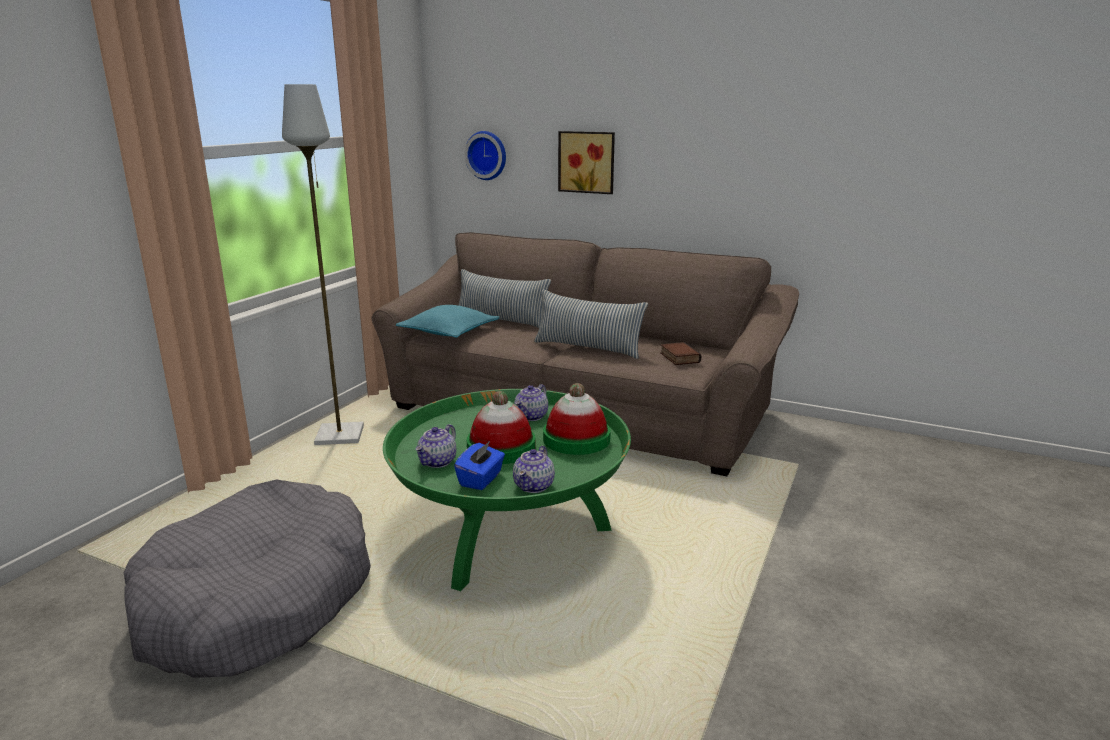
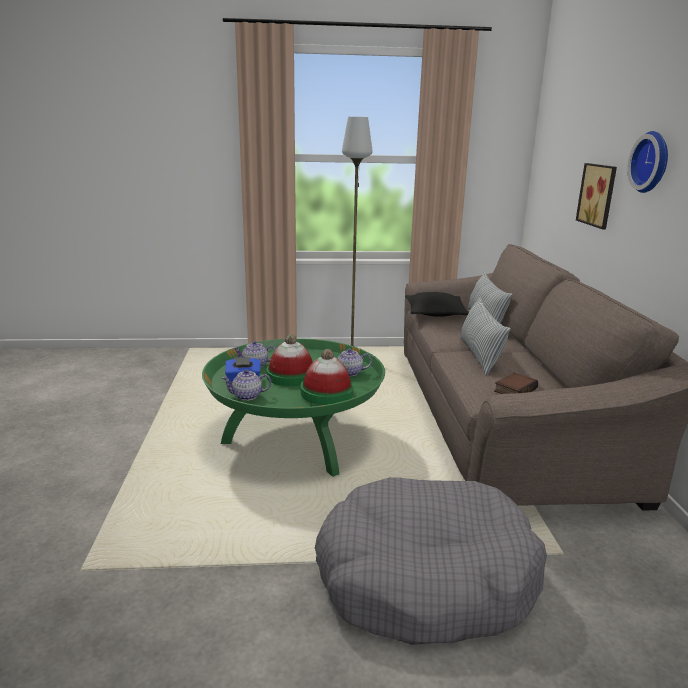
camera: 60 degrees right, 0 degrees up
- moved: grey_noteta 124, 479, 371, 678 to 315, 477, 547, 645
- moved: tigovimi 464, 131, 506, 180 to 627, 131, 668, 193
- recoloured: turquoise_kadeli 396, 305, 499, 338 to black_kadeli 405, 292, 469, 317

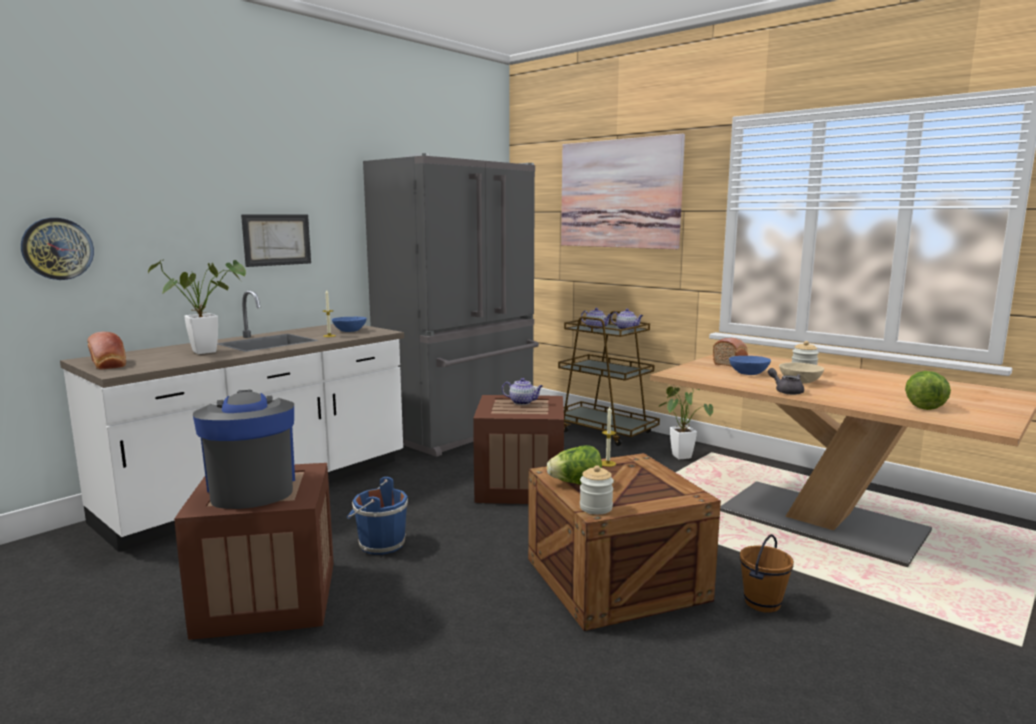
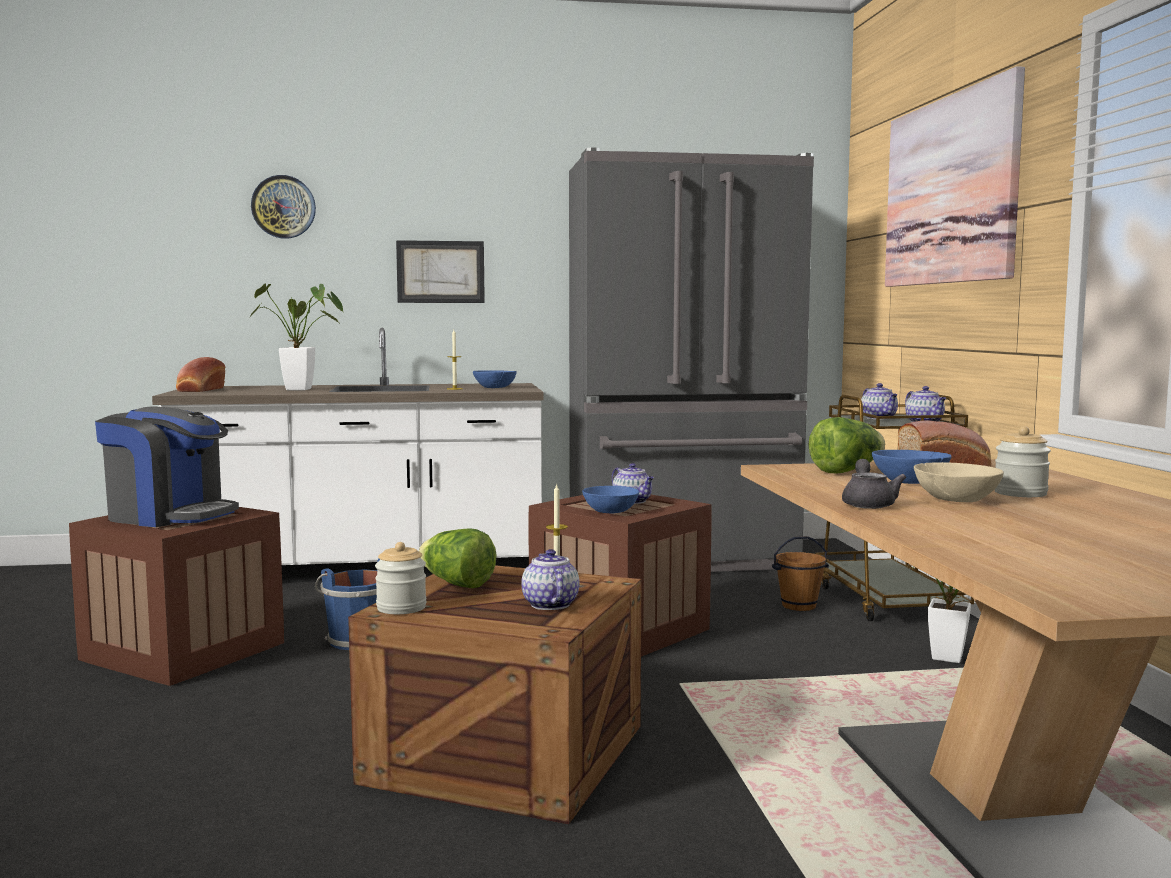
camera: 40 degrees right, 5 degrees down
- added: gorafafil 521, 549, 580, 610
- added: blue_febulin 582, 486, 639, 513
- moved: tigovimi 21, 218, 94, 280 to 251, 175, 316, 239
- moved: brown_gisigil 740, 534, 794, 613 to 772, 536, 829, 611
- moved: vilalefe 905, 371, 951, 410 to 808, 417, 885, 473
- turned: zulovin 193, 390, 295, 509 = 95, 407, 239, 527 90 degrees clockwise

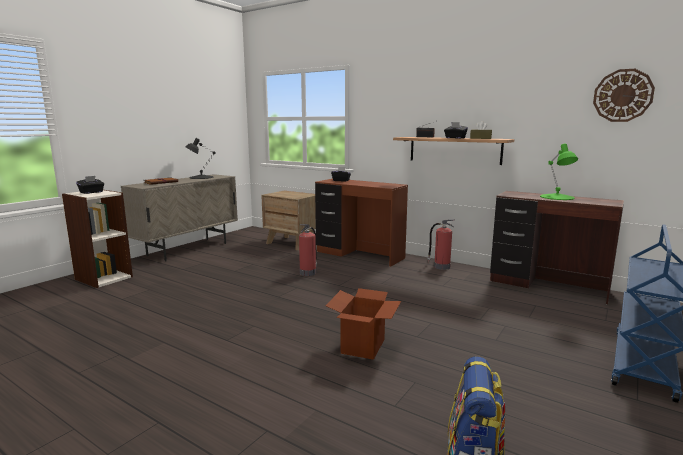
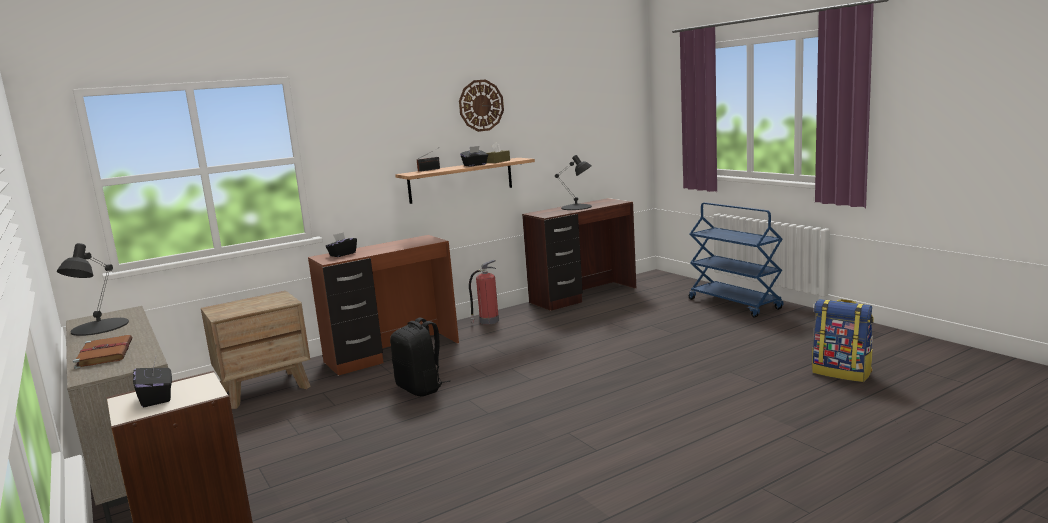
camera: 65 degrees left, 0 degrees up
- removed: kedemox 325, 288, 401, 360
- moved: tigovimi 593, 69, 655, 122 to 459, 80, 504, 132
- replaced: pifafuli 299, 224, 317, 276 to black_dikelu 390, 318, 451, 396
- recoloured: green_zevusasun 540, 143, 578, 200 to black_zevusasun 555, 155, 592, 210

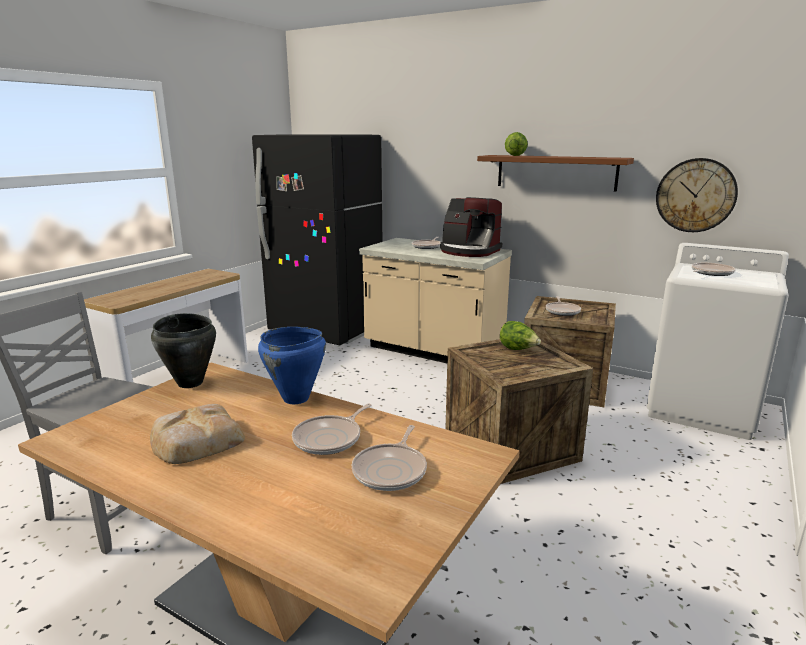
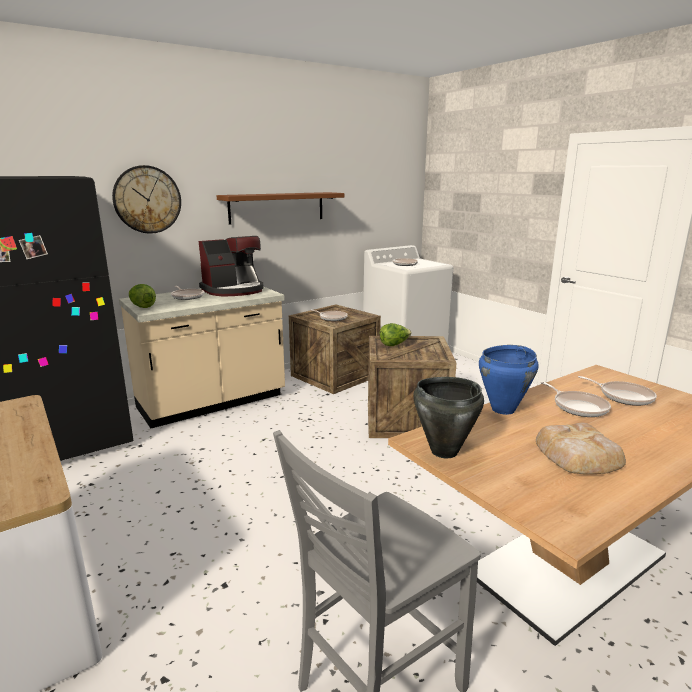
camera: 65 degrees left, 0 degrees up
- moved: vilalefe 505, 132, 528, 156 to 129, 284, 156, 308
- moved: tigovimi 656, 158, 738, 232 to 112, 165, 181, 234

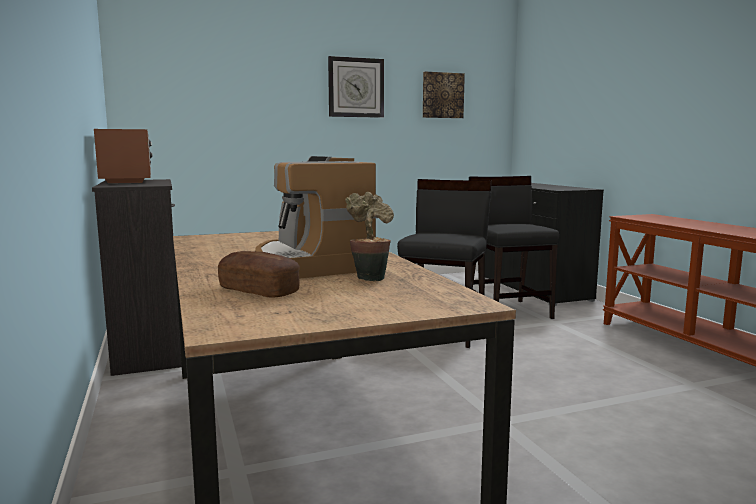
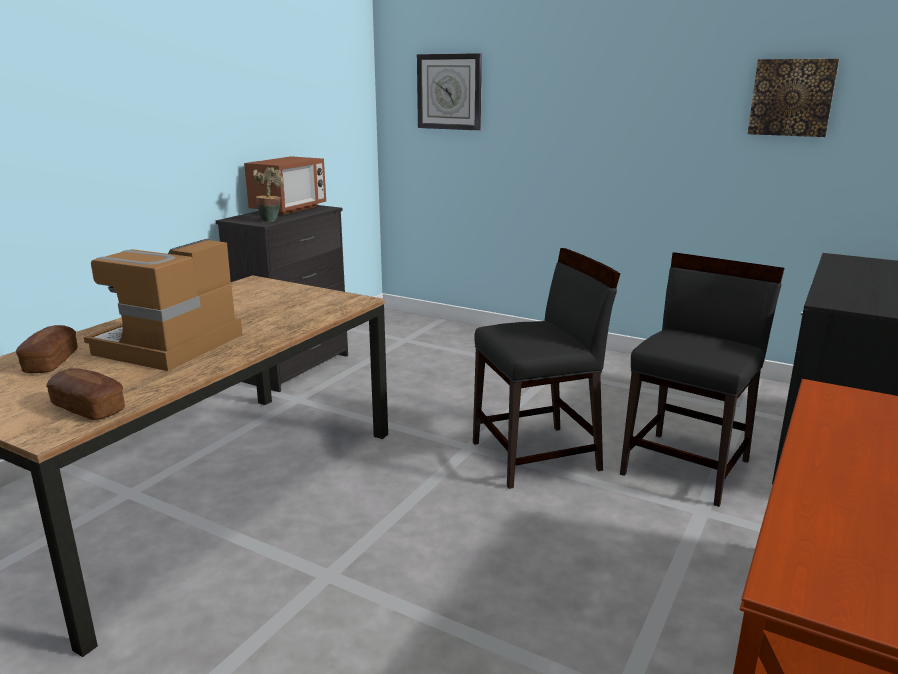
camera: 50 degrees right, 10 degrees up
- added: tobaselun 46, 368, 125, 420
- moved: tigovimi 328, 56, 384, 118 to 417, 53, 482, 131
- moved: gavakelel 345, 192, 394, 281 to 253, 167, 284, 222

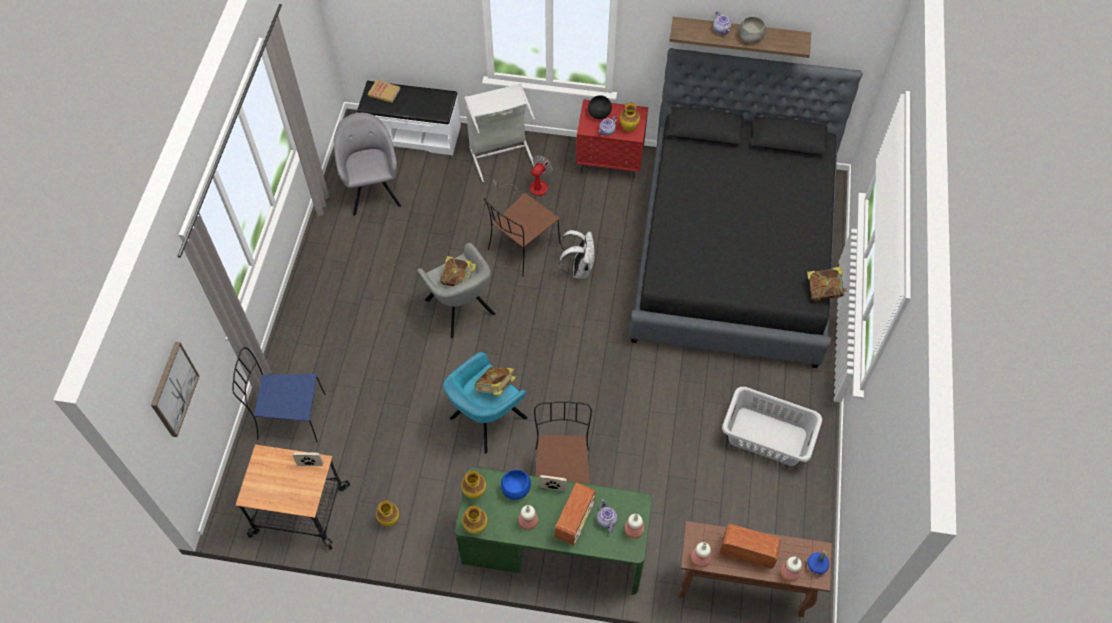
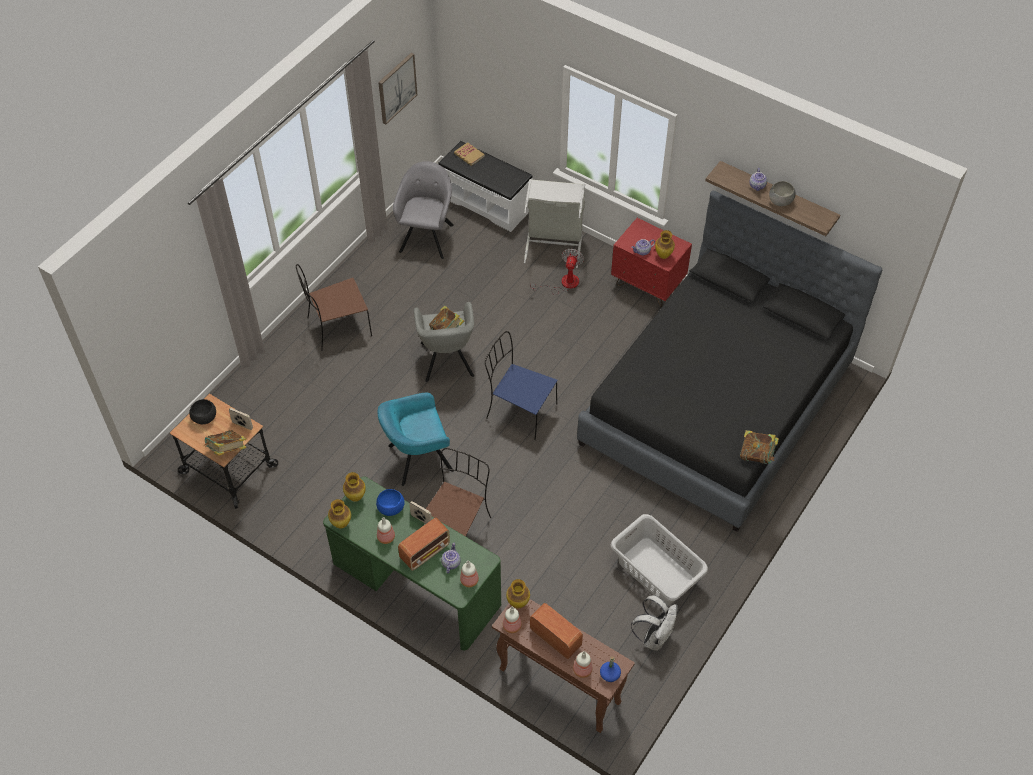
camera: 25 degrees right, 5 degrees down
- moved: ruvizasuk 151, 342, 200, 437 to 378, 53, 417, 124
- moved: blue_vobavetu 232, 347, 326, 442 to 485, 331, 557, 440
- moved: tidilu 376, 501, 399, 526 to 506, 579, 530, 609
- moved: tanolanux 474, 367, 516, 396 to 204, 430, 246, 456
- moved: brown_vobavetu 484, 193, 560, 276 to 296, 264, 372, 351
- moved: white_dikelu 559, 230, 595, 279 to 631, 595, 678, 651
- moved: black_febulin 588, 95, 612, 119 to 189, 399, 216, 424
- turned: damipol 493, 155, 553, 197 = 531, 248, 584, 295 45 degrees counterclockwise

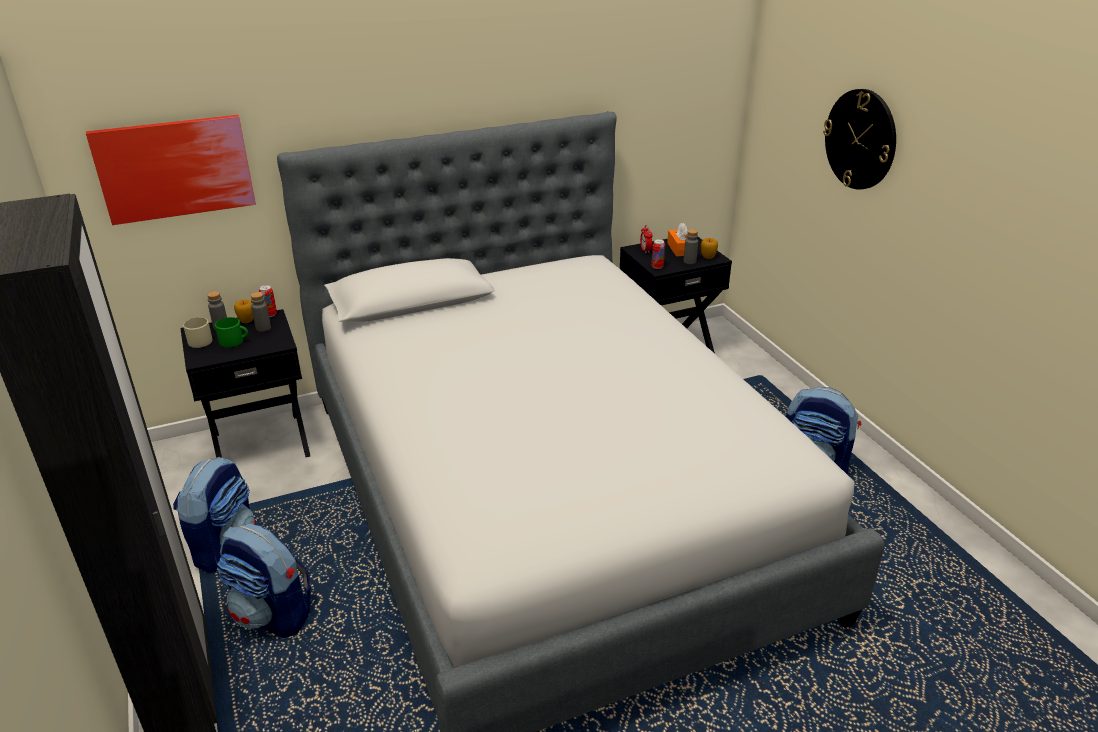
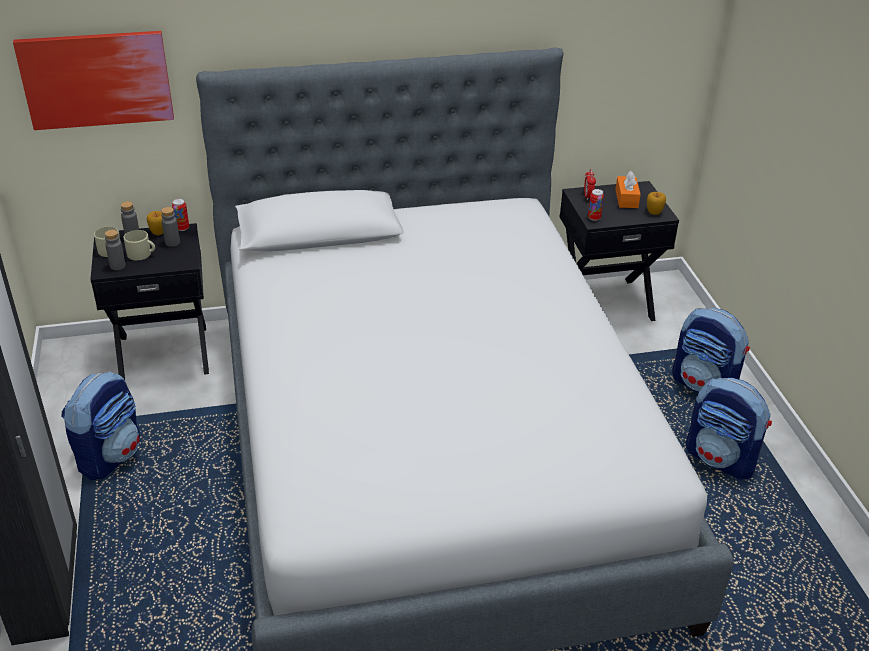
camera: 10 degrees right, 5 degrees up
- removed: tigovimi 823, 89, 896, 190
- moved: dikelu 217, 523, 311, 638 to 672, 308, 750, 393
- moved: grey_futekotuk 683, 229, 698, 264 to 105, 230, 126, 270
- recoloured: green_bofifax 215, 317, 248, 348 to beige_bofifax 123, 230, 155, 260

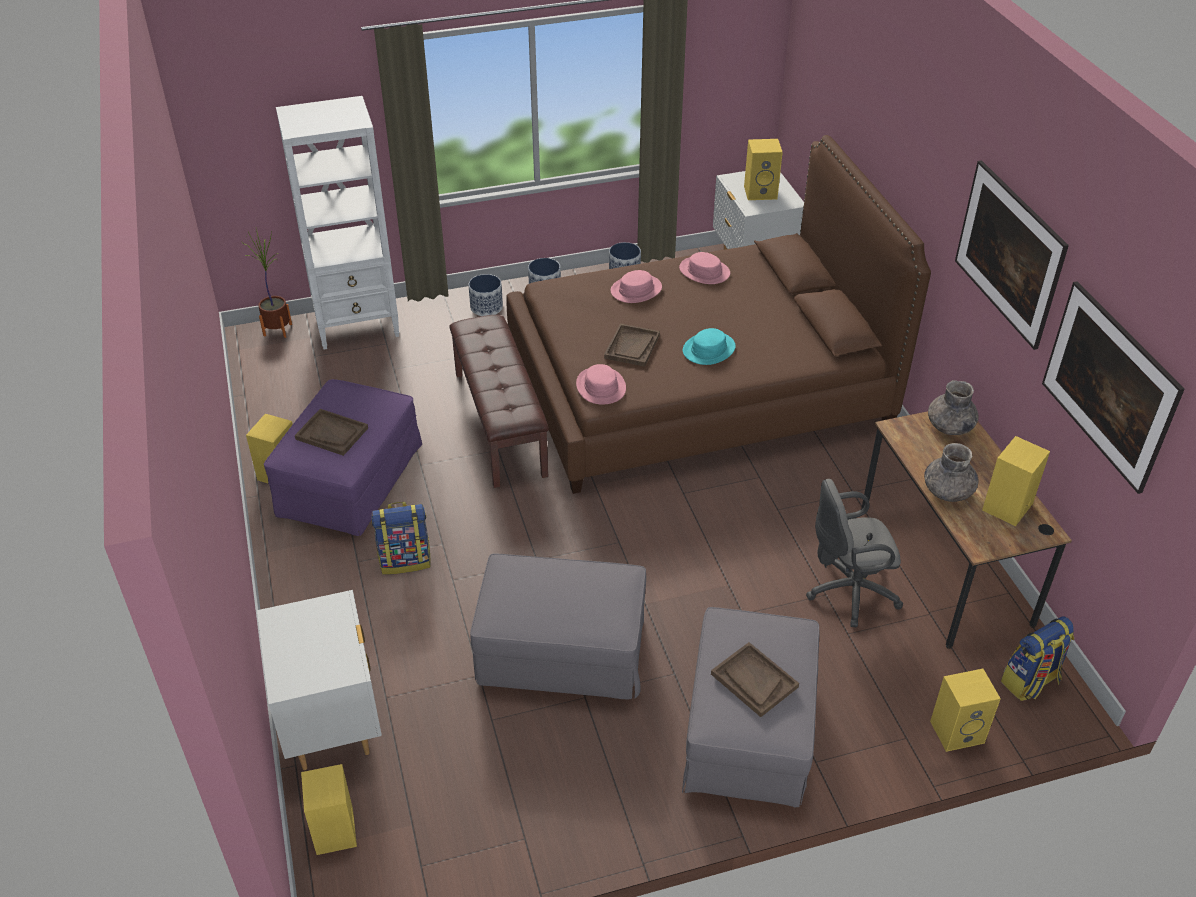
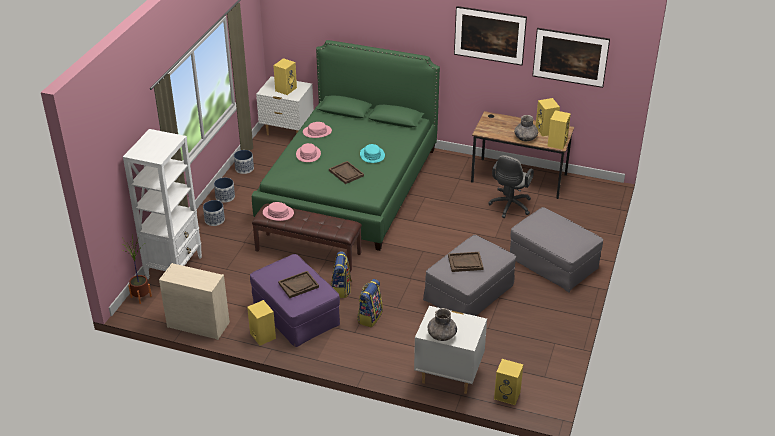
camera: 55 degrees left, 5 degrees down
- added: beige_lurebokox 159, 263, 230, 340
- moved: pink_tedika 576, 364, 626, 404 to 263, 202, 294, 221
- moved: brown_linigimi 711, 642, 799, 717 to 448, 252, 484, 272
- moved: grey_tidilu 928, 380, 978, 435 to 428, 308, 457, 341
- moved: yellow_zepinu 930, 669, 1001, 752 to 547, 110, 571, 150
- moved: dikelu 1001, 616, 1074, 701 to 331, 251, 352, 298
- recoloured: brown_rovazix 506, 135, 931, 494 to green_rovazix 252, 40, 440, 251

